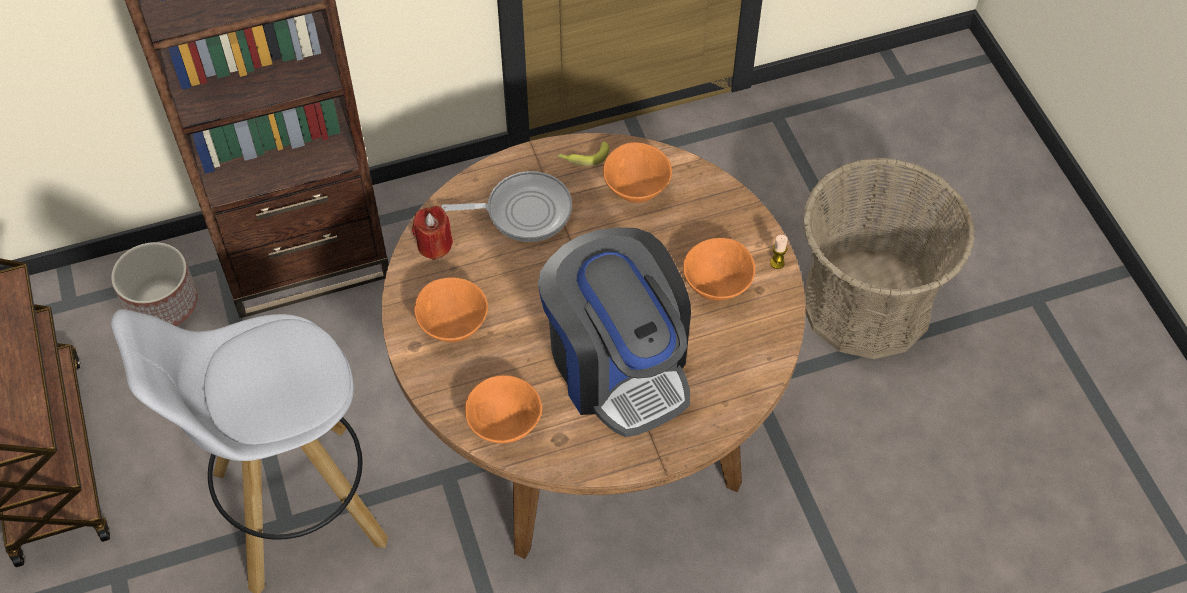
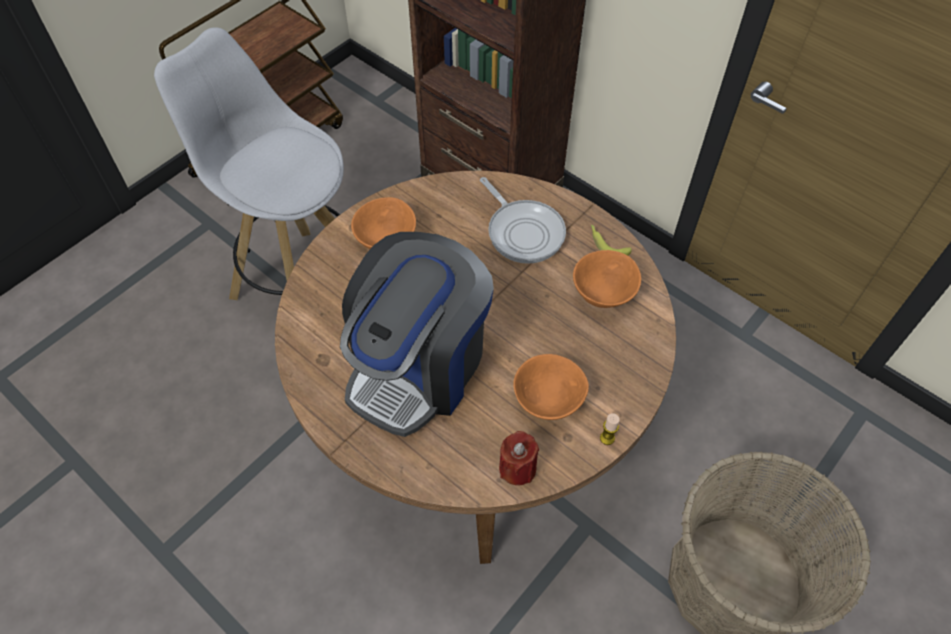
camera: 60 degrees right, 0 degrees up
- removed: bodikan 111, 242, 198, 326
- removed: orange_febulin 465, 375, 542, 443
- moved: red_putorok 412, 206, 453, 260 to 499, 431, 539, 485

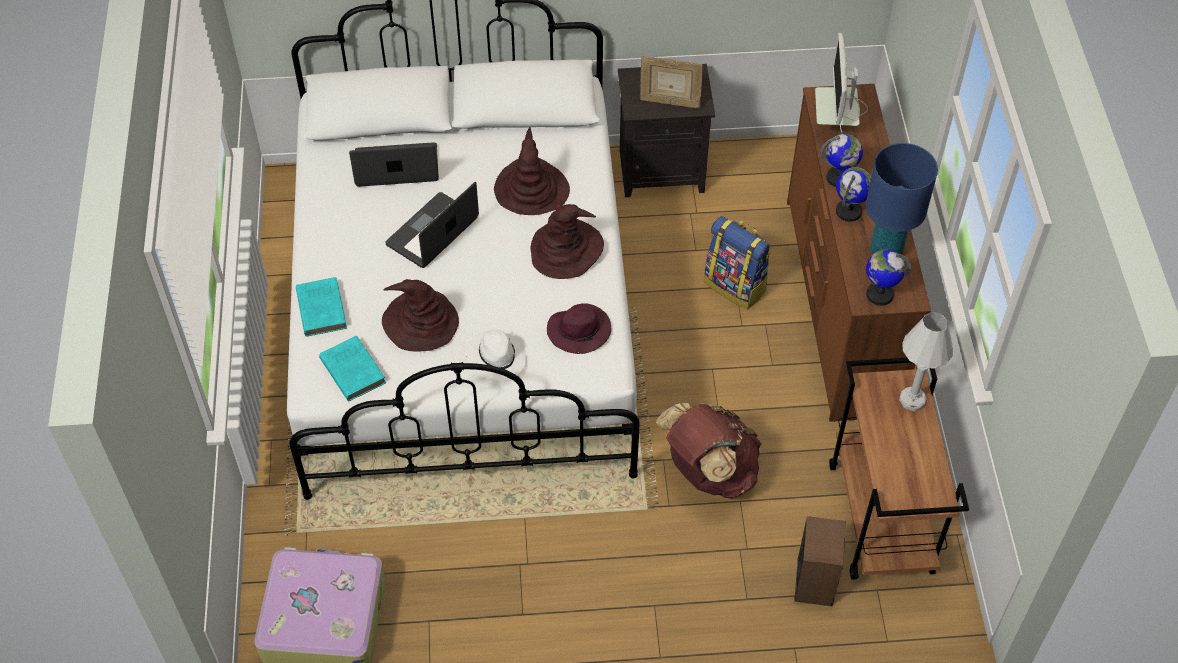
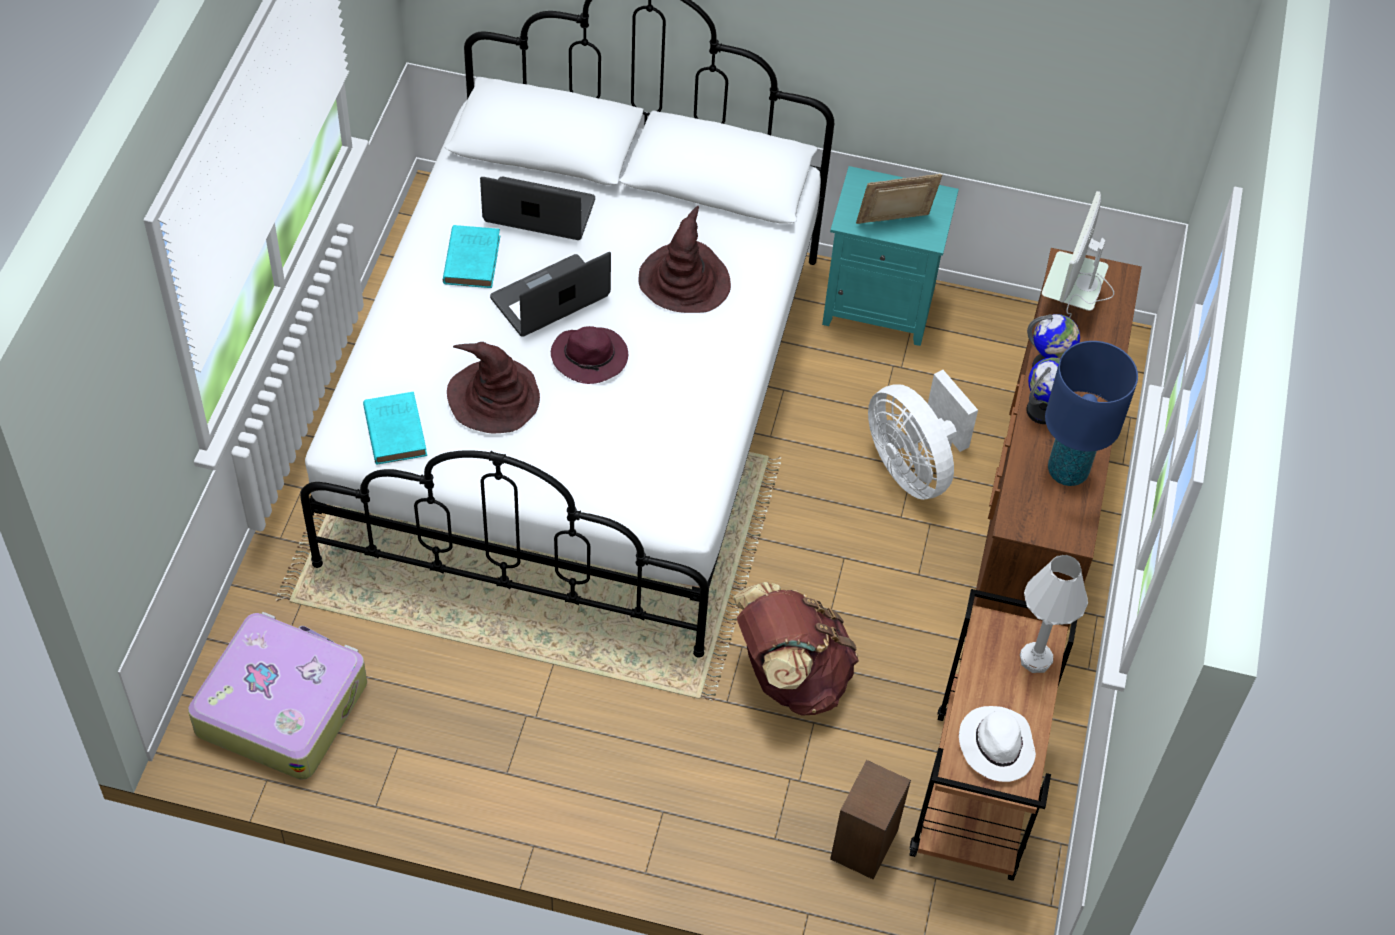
camera: 15 degrees right, 0 degrees up
- removed: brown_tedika 531, 204, 604, 279
- removed: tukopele 866, 249, 911, 306
- moved: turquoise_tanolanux 296, 277, 347, 337 to 443, 225, 500, 288
- moved: white_tedika 466, 329, 527, 381 to 959, 706, 1036, 782
- moved: purple_tedika 547, 303, 611, 354 to 551, 326, 628, 384
- replaced: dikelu 704, 216, 771, 309 to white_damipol 868, 370, 978, 500
- recoloured: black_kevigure 618, 64, 715, 197 to turquoise_kevigure 822, 166, 959, 346
- turned: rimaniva 640, 56, 703, 109 = 856, 174, 942, 224 135 degrees clockwise

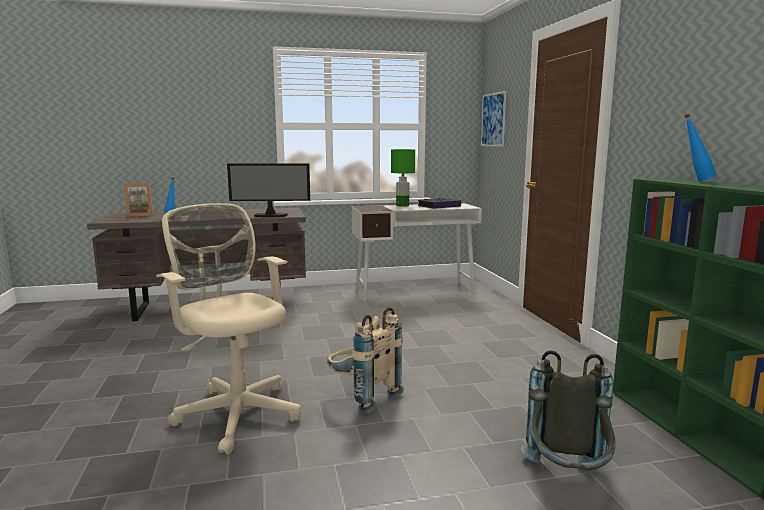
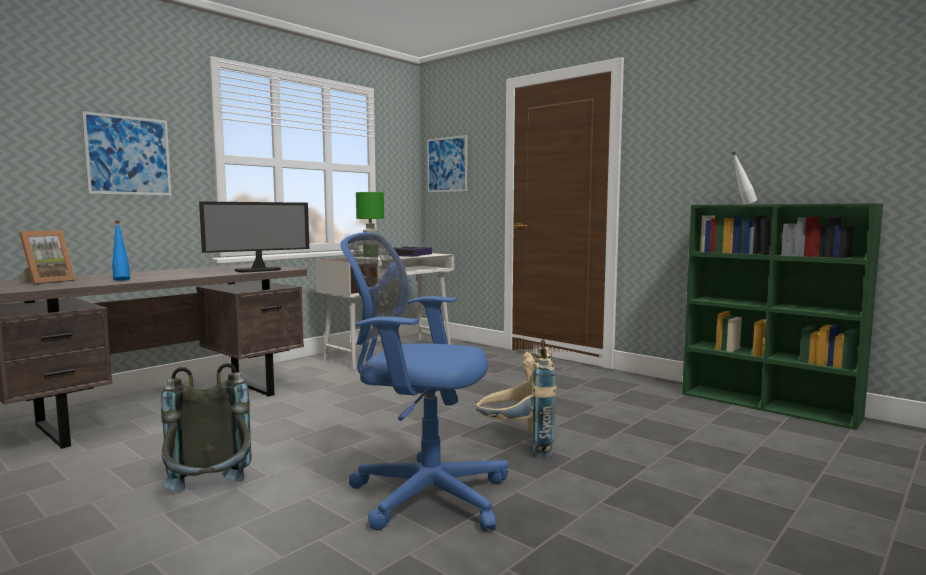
camera: 35 degrees left, 5 degrees down
- added: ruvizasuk 82, 111, 171, 195
- moved: grey_dikelu 521, 350, 616, 470 to 161, 363, 252, 491
- recoloured: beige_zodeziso 156, 203, 301, 454 to blue_zodeziso 340, 232, 508, 532
- recoloured: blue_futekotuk 684, 114, 717, 182 to white_futekotuk 732, 151, 757, 205

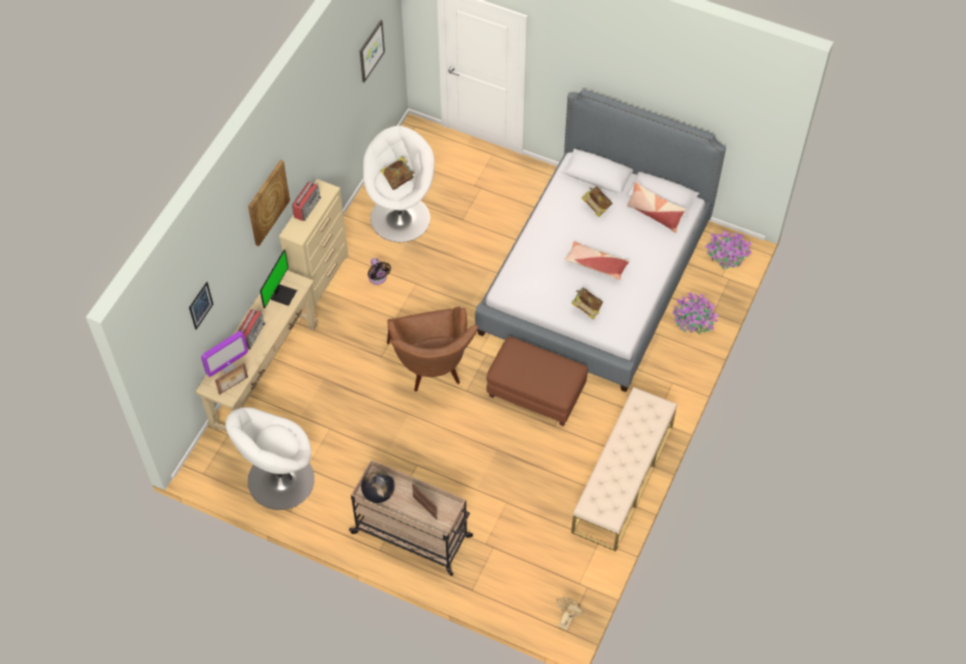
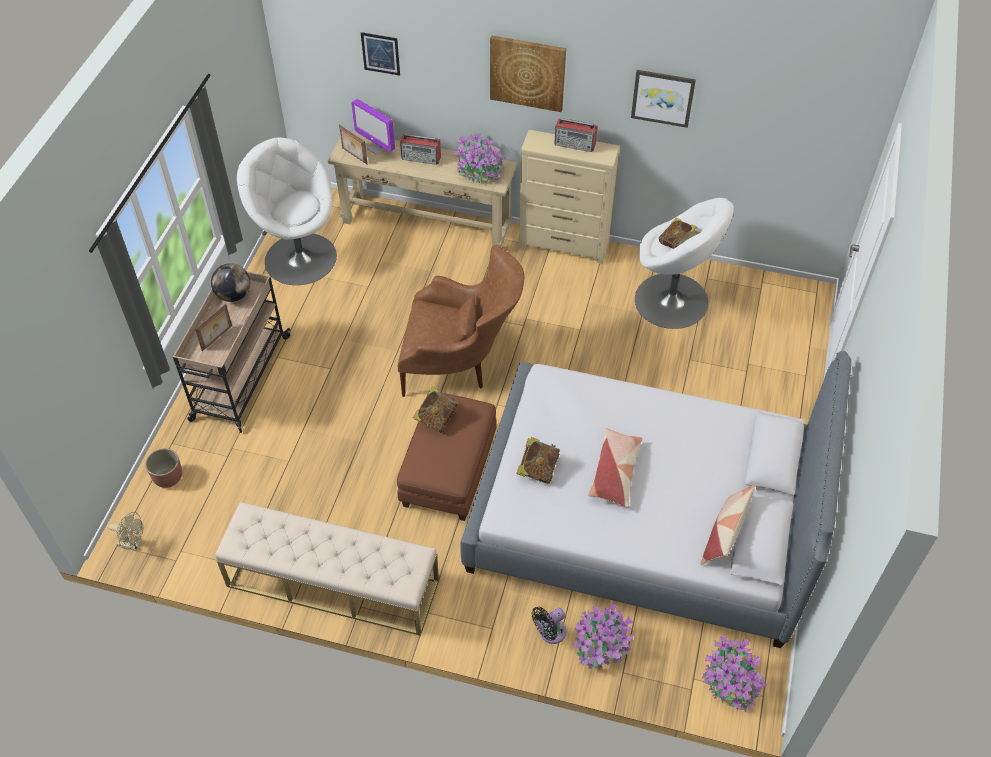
camera: 80 degrees right, 5 degrees down
- added: bodikan 145, 448, 182, 488
- moved: ruvizasuk 360, 20, 385, 82 to 631, 70, 696, 128
- moved: black_damipol 368, 258, 391, 285 to 532, 607, 566, 644
- moved: tanolanux 581, 186, 613, 217 to 412, 387, 458, 433
- replaced: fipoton 260, 249, 297, 308 to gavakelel 454, 132, 505, 183
- turned: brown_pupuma 387, 307, 479, 392 = 398, 245, 524, 397 150 degrees counterclockwise

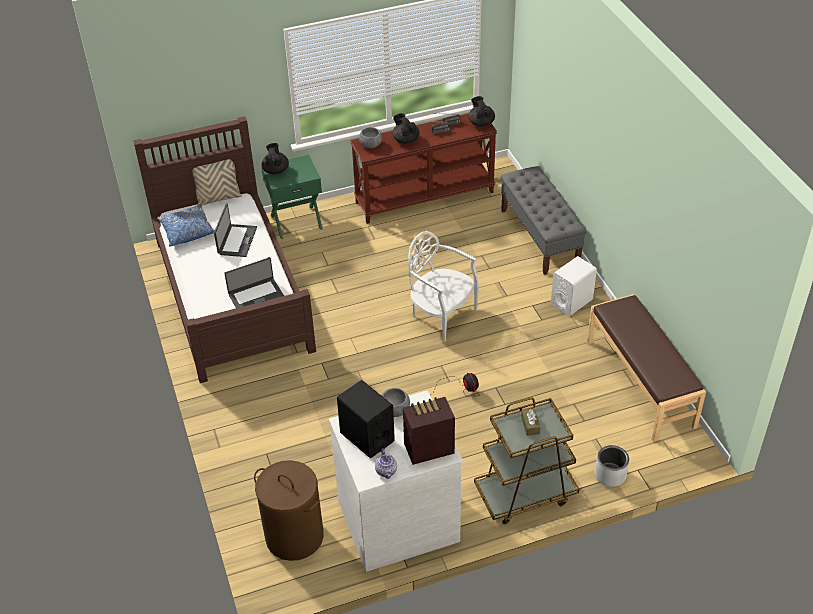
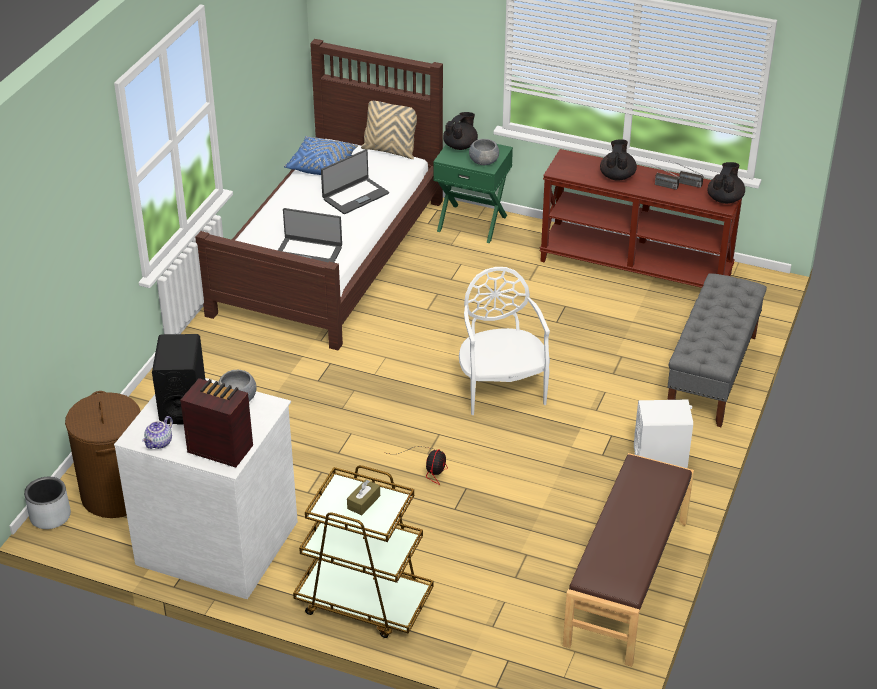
camera: 40 degrees right, 5 degrees down
- moved: grey_febulin 359, 127, 382, 148 to 469, 139, 499, 165
- moved: grey_bodikan 594, 445, 629, 487 to 24, 477, 71, 529

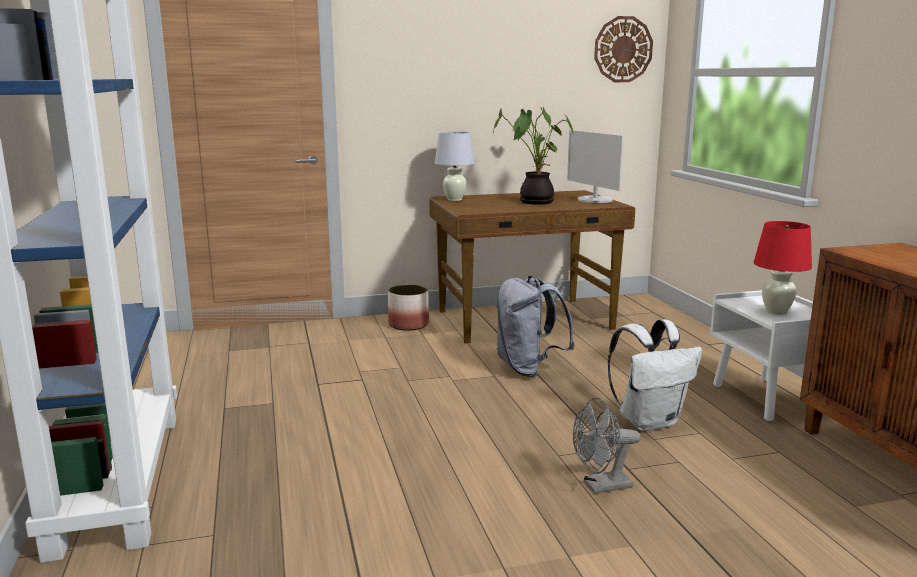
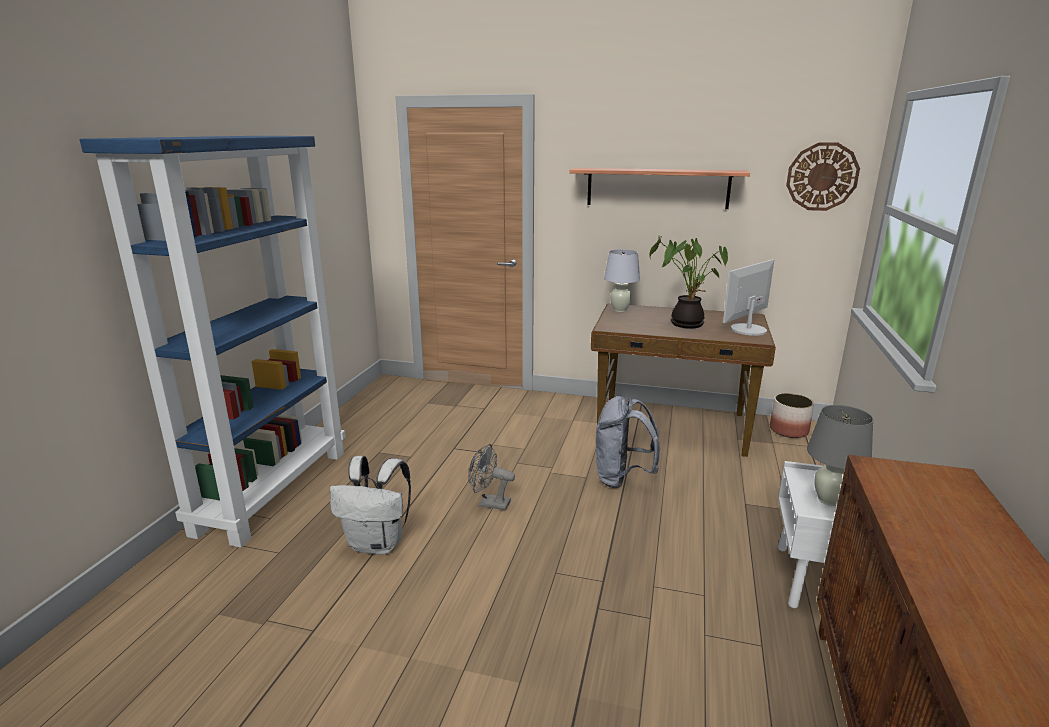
camera: 30 degrees right, 5 degrees up
- added: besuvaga 569, 168, 750, 209
- moved: bodikan 388, 285, 429, 331 to 770, 393, 814, 438
- moved: grey_damipol 573, 398, 641, 494 to 468, 444, 515, 510
- moved: white_dikelu 607, 319, 702, 431 to 330, 456, 411, 554
- recoloured: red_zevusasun 754, 221, 812, 315 to grey_zevusasun 807, 405, 874, 506
- turned: fipoton 567, 130, 624, 203 = 723, 259, 774, 336 45 degrees clockwise

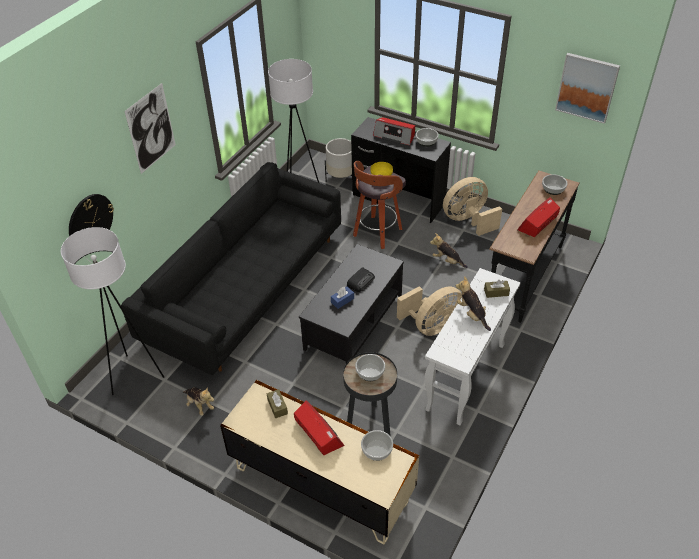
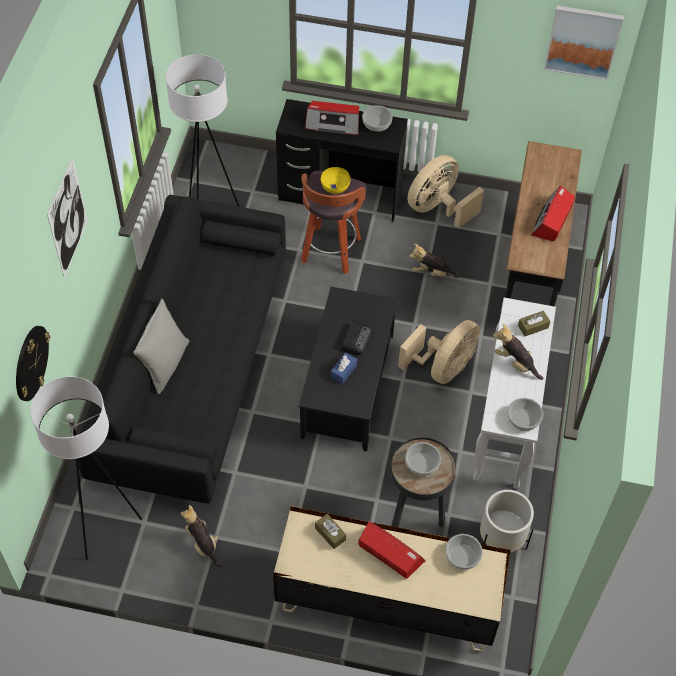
camera: 20 degrees left, 10 degrees up
- added: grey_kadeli 133, 299, 189, 394
- moved: white_bodikan 325, 138, 352, 182 to 480, 490, 534, 552
- moved: febulin 542, 174, 567, 195 to 508, 398, 543, 431
- turned: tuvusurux 183, 387, 214, 416 = 181, 505, 221, 568 150 degrees counterclockwise

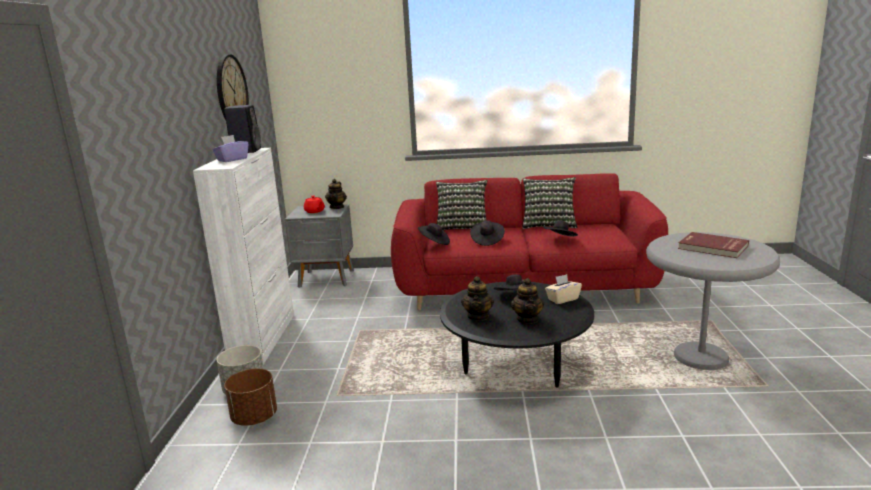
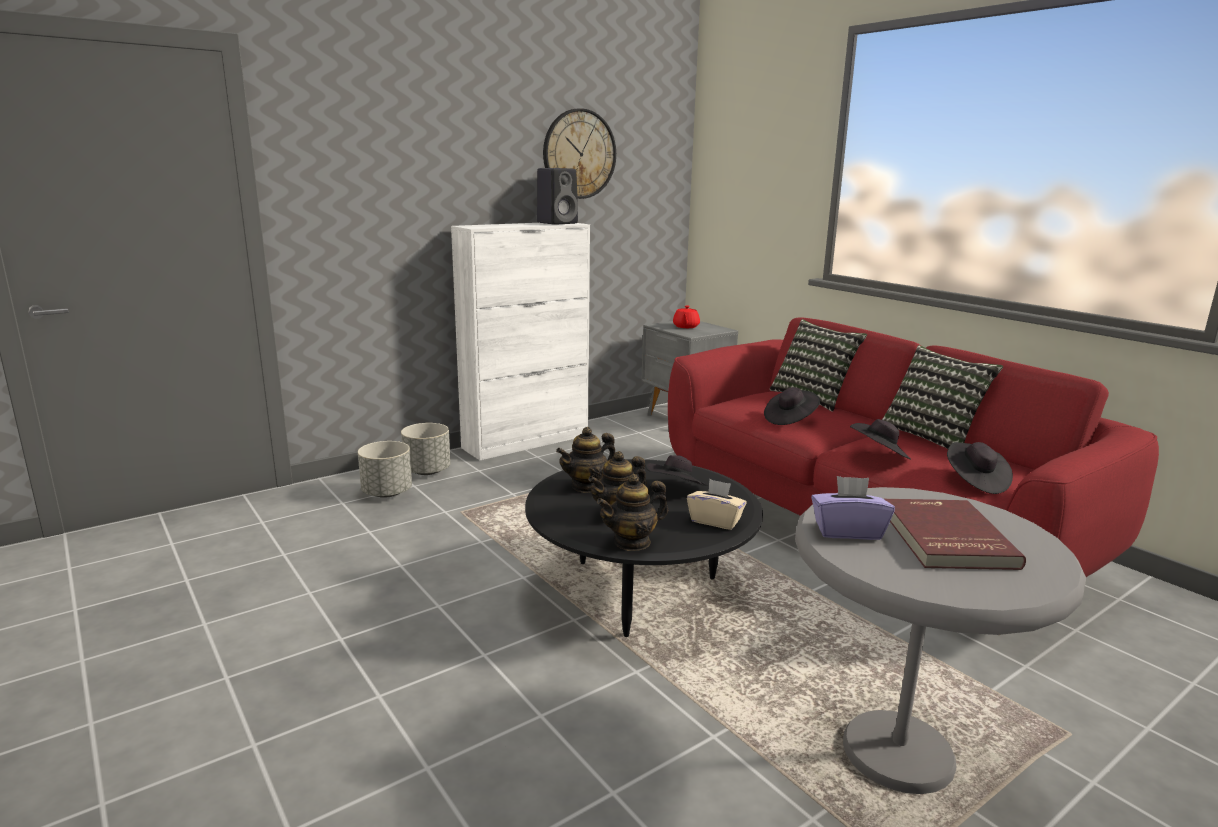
camera: 50 degrees right, 0 degrees up
- moved: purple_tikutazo 213, 135, 248, 162 to 811, 476, 895, 540
- moved: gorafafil 325, 179, 347, 209 to 597, 474, 668, 551
- moved: black_tedika 418, 223, 450, 245 to 947, 442, 1013, 494
- recoloured: brown_bodikan 224, 369, 277, 426 to grey_bodikan 358, 441, 412, 498

